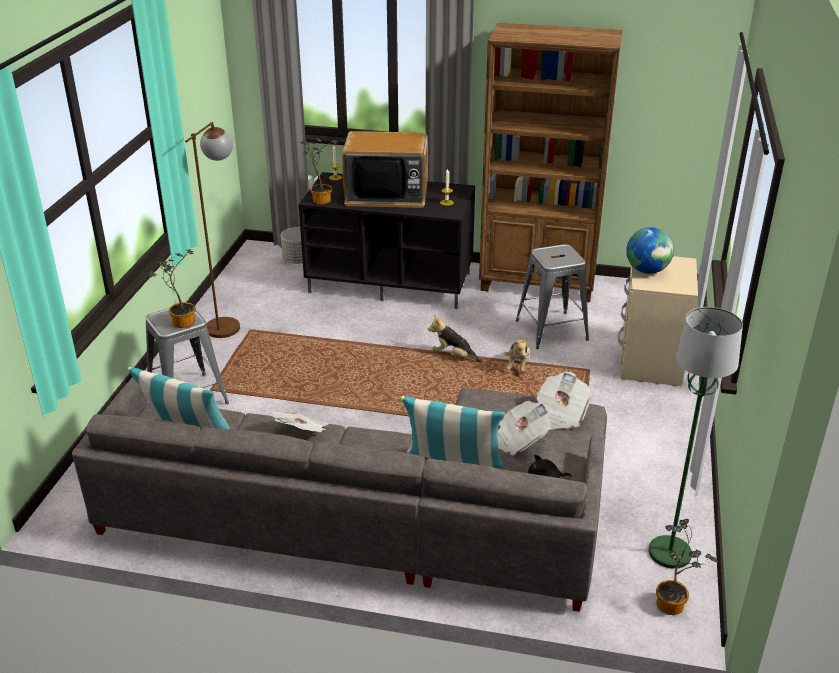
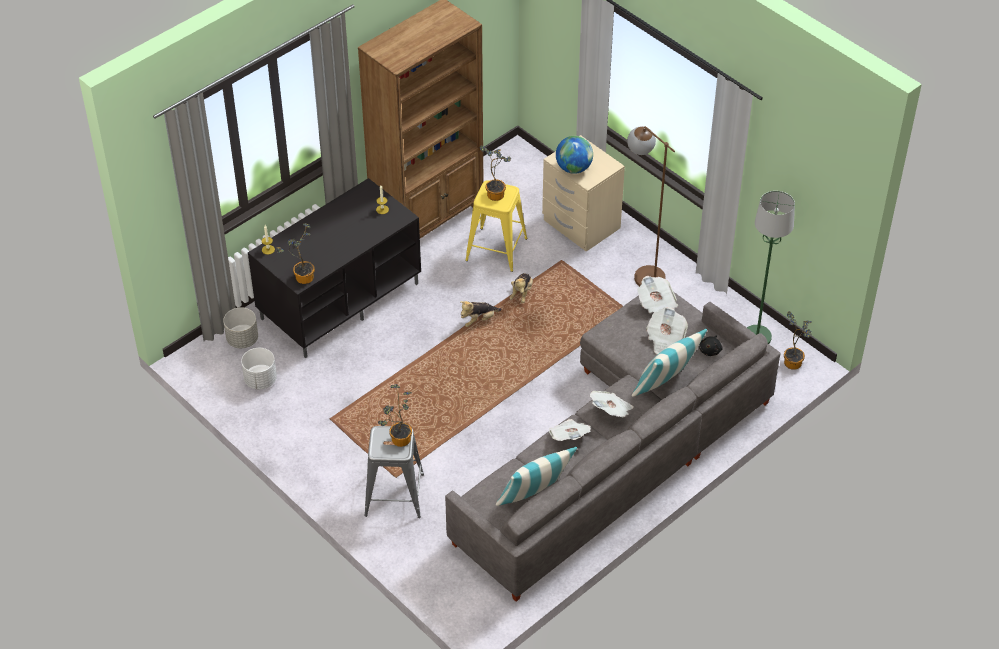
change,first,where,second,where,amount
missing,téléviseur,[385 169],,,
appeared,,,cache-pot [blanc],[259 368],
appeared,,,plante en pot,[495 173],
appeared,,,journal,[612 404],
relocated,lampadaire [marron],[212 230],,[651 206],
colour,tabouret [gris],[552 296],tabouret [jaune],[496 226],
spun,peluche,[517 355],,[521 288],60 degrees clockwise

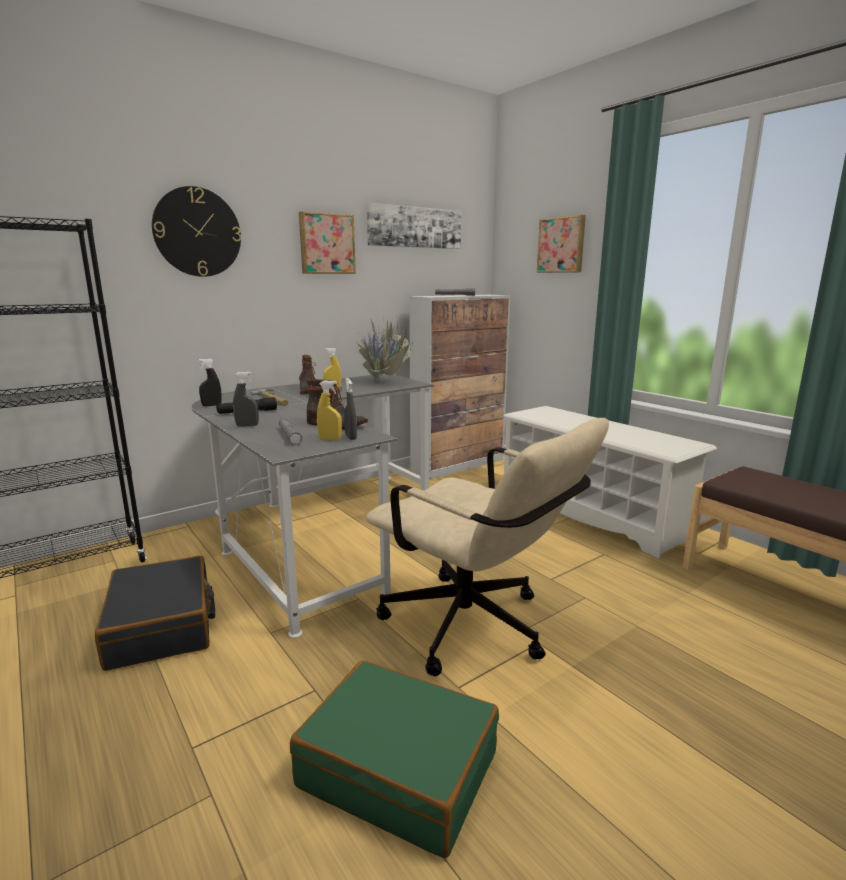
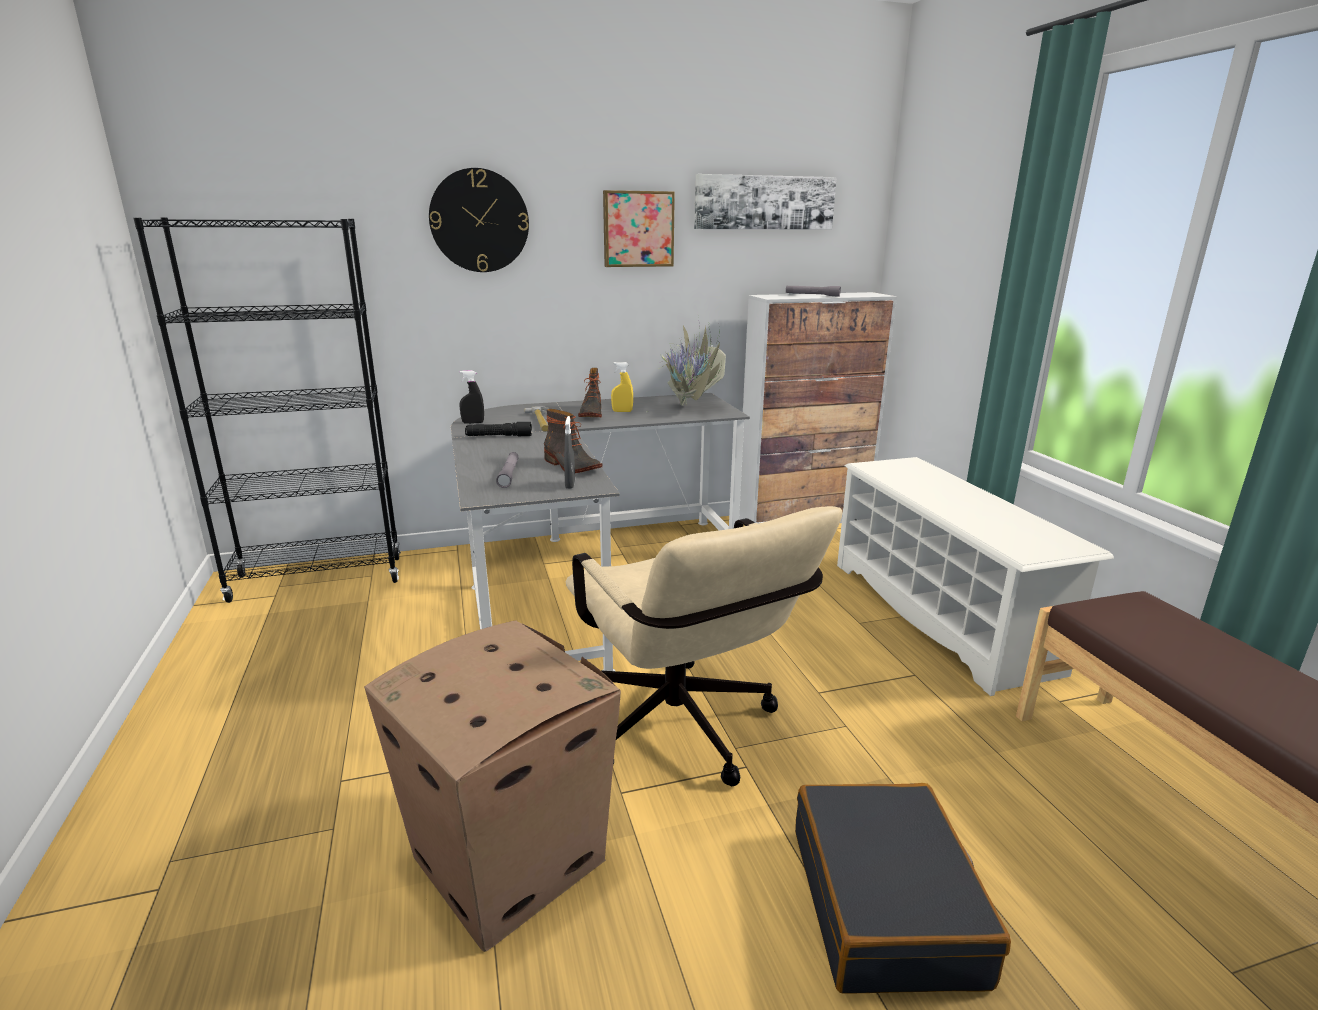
change,first,where,second,where,amount
missing,vaporisateur [gris],[246 399],,,
missing,vaporisateur [jaune],[329 410],,,
missing,tableau,[561 244],,,
relocated,valise [noir],[155 613],,[903 888],
exchanged,valise [vert],[394 759],carton,[492 786],

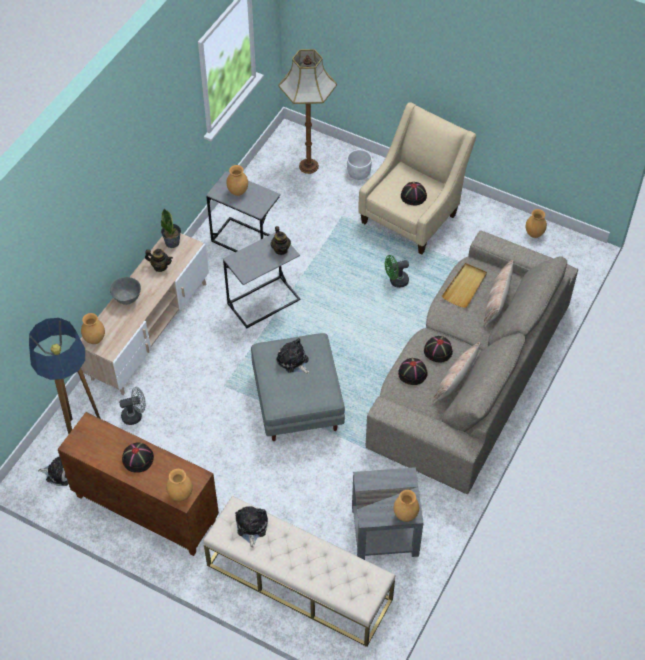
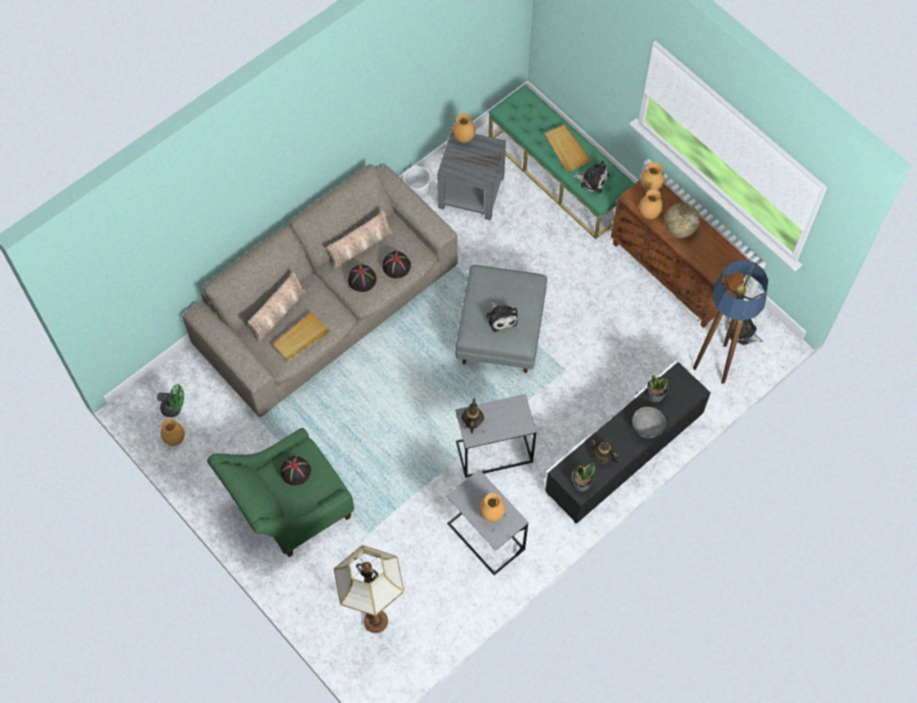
change,first,where,second,where,amount
missing,ventilateur [gris],[132 406],,,
appeared,,,plateau [beige],[567 147],
appeared,,,plante en pot,[658 388],
relocated,vase [marron],[93 328],,[651 204],
relocated,cache-pot [blanc],[359 164],,[417 182],
relocated,ventilateur [vert],[397 271],,[170 400],
exchanged,chapeau [noir],[138 457],globe,[682 220],
colour,meuble télé [beige],[145 314],meuble télé [noir],[627 442],
colour,banc [beige],[299 571],banc [vert],[561 162],
colour,fauteuil [beige],[417 178],fauteuil [vert],[280 492],
spun,peluche,[251 527],,[591 176],90 degrees counterclockwise

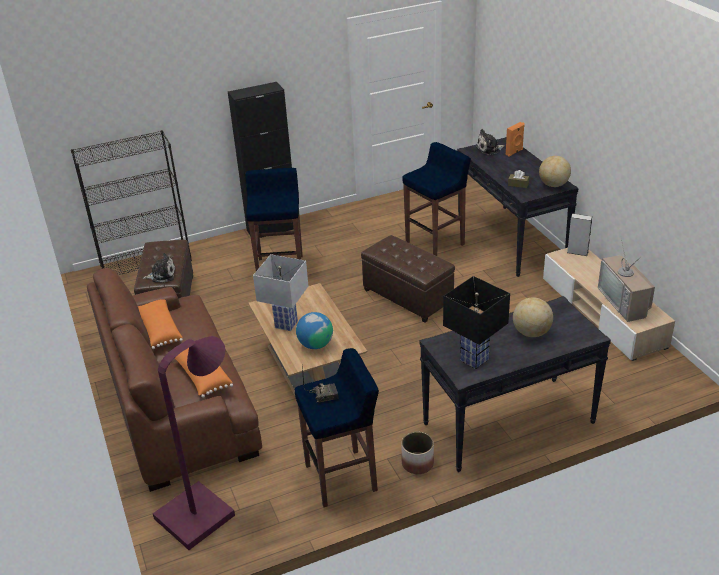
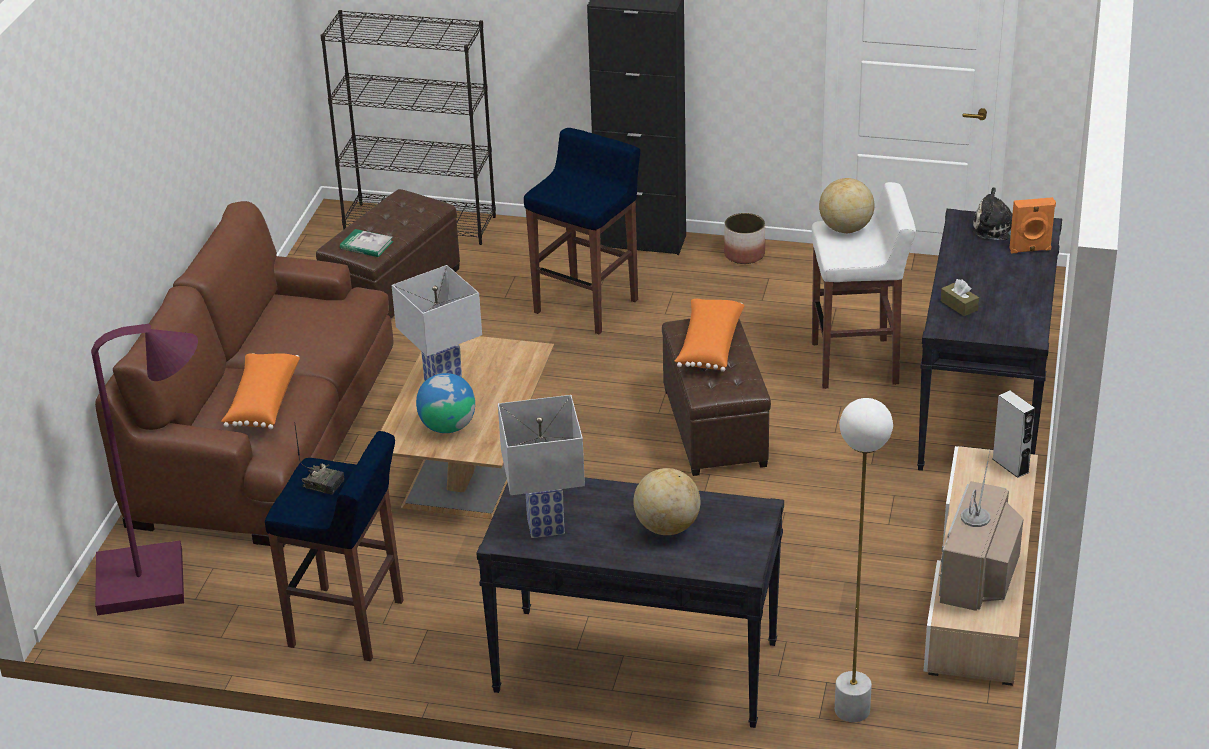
change,first,where,second,where,amount
appeared,,,lampadaire [blanc],[864 560],
relocated,coussin [orange],[160 324],,[709 335],
relocated,cache-pot,[417 453],,[744 238],
relocated,globe,[555 171],,[846 205],
exchanged,peluche,[159 268],livre,[366 243],
colour,tabouret [bleu],[436 199],tabouret [blanc],[864 285],
colour,lampe de table [noir],[476 322],lampe de table [blanc],[541 466],

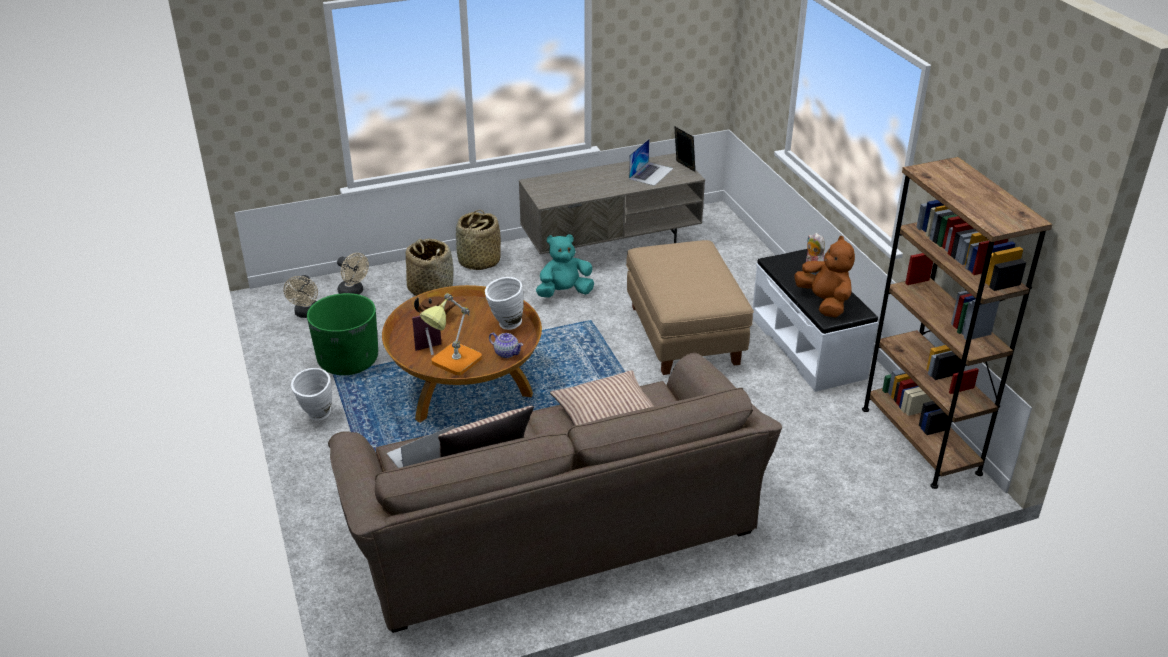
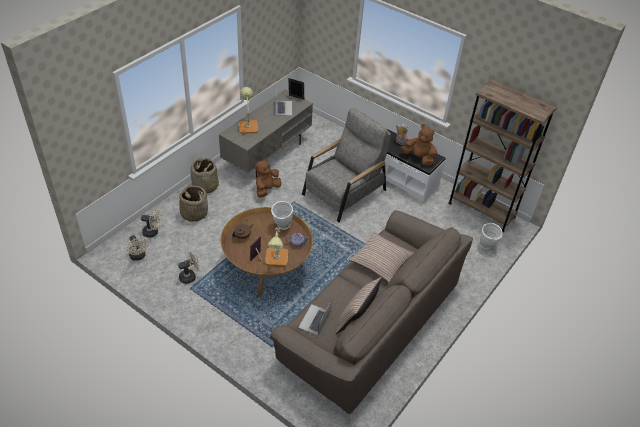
change,first,where,second,where,amount
appeared,,,lampe de table,[248 110],
relocated,vase [blanc],[311 394],,[491 236],
exchanged,cache-pot [vert],[342 334],ventilateur [beige],[189 267],
exchanged,pouf [beige],[690 307],fauteuil [gris],[346 165],
colour,peluche [turquoise],[565 265],peluche [marron],[268 178],

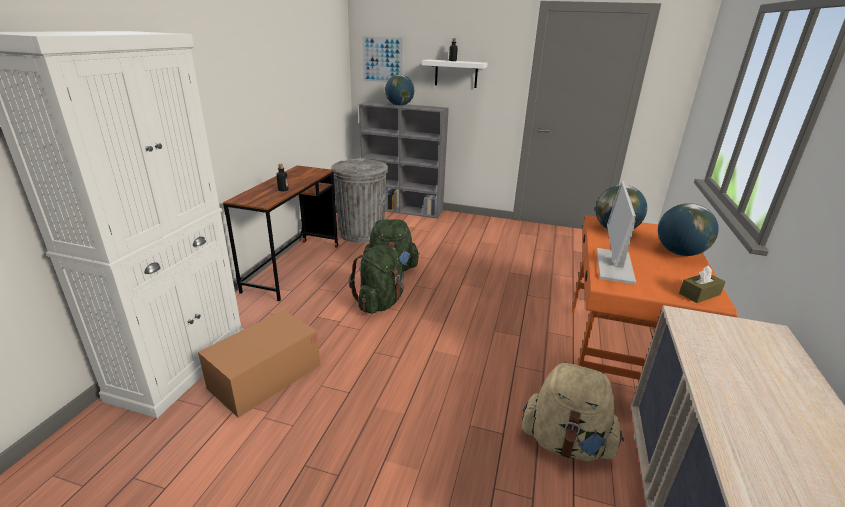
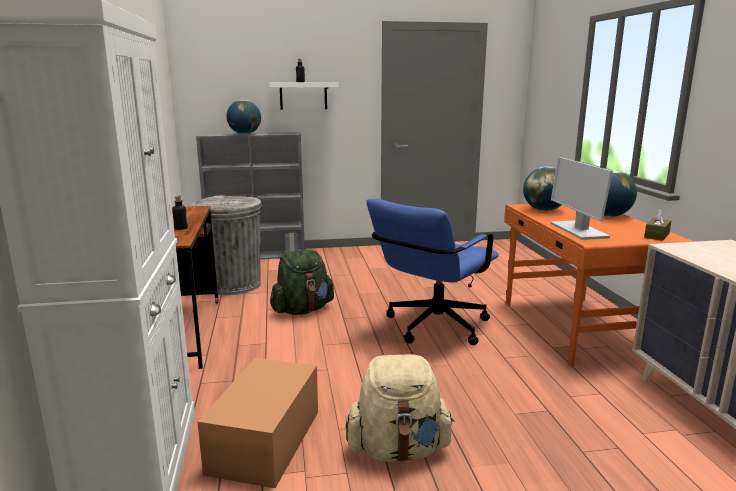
change,first,where,second,where,amount
missing,sac à dos [vert],[376 279],,,
missing,tableau,[382 59],,,
appeared,,,chaise de bureau [bleu],[432 271],
relocated,sac à dos [beige],[573 412],,[400 408],

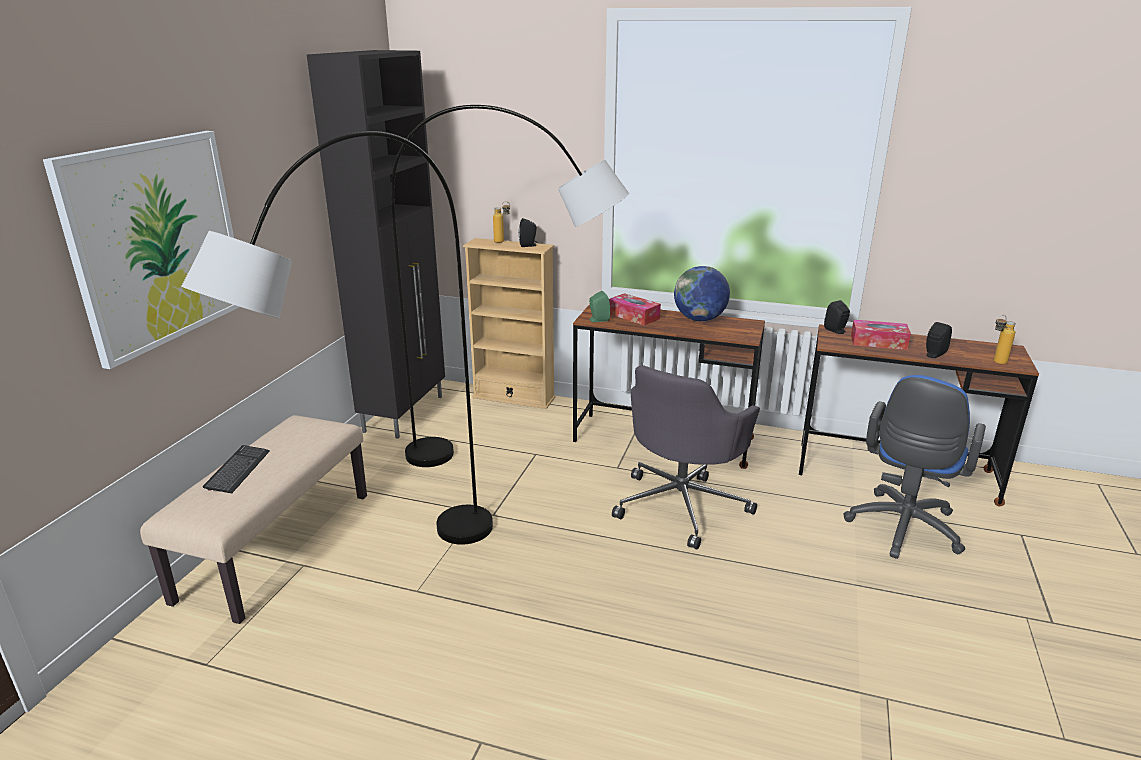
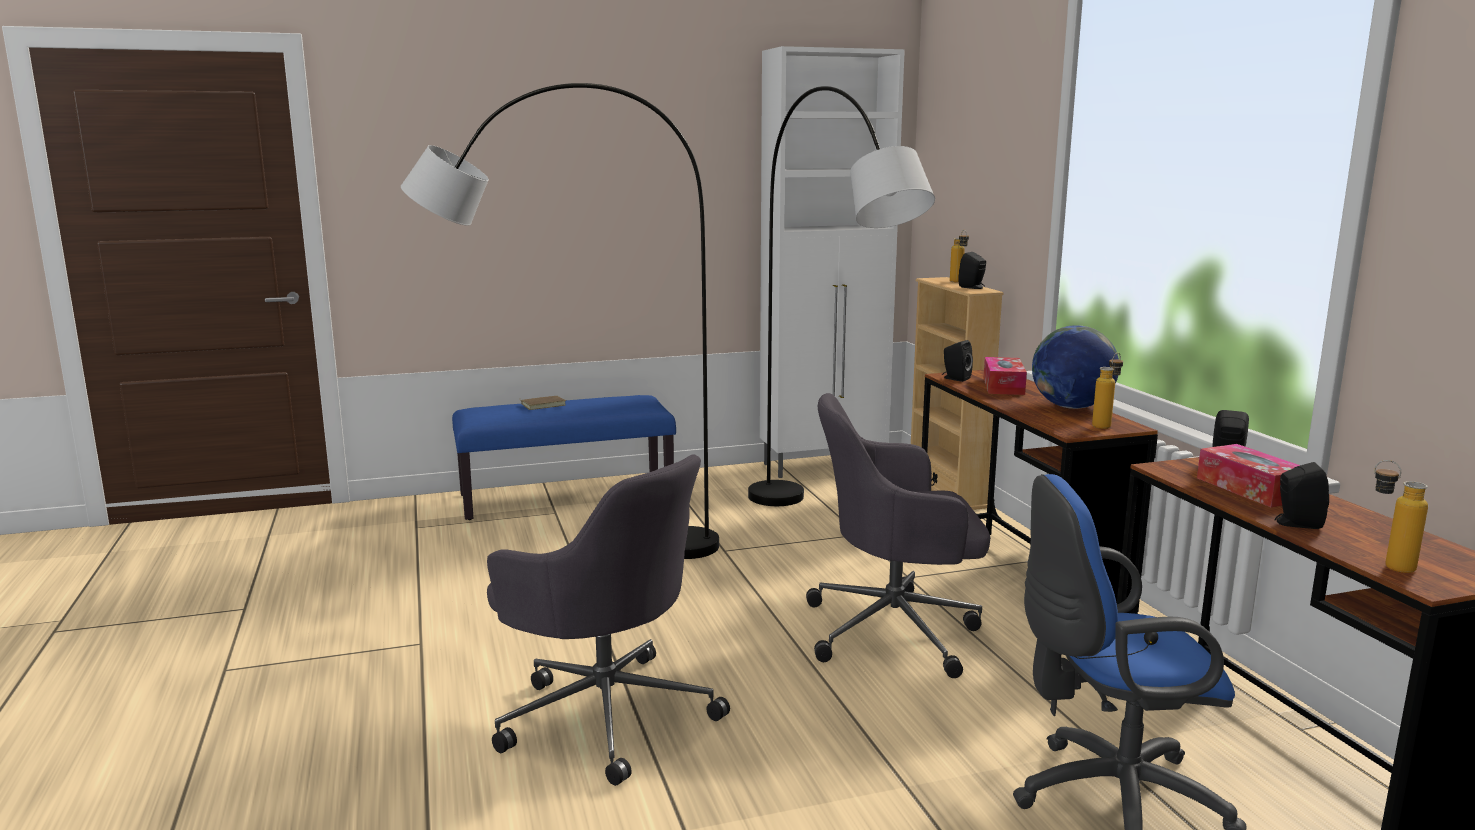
change,first,where,second,where,amount
missing,tableau,[141 250],,,
appeared,,,chaise de bureau [gris],[608 620],
appeared,,,bouteille,[1107 391],
exchanged,clavier,[236 469],livre [marron],[543 403],
colour,banc [beige],[253 519],banc [bleu],[564 457],
colour,meuble de rangement [noir],[376 244],meuble de rangement [blanc],[832 262],
colour,enceinte [vert],[599 306],enceinte [noir],[957 361],

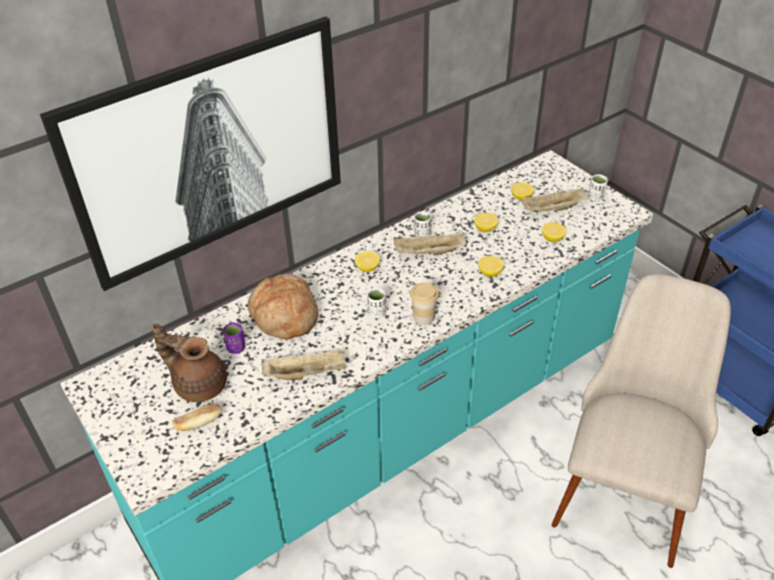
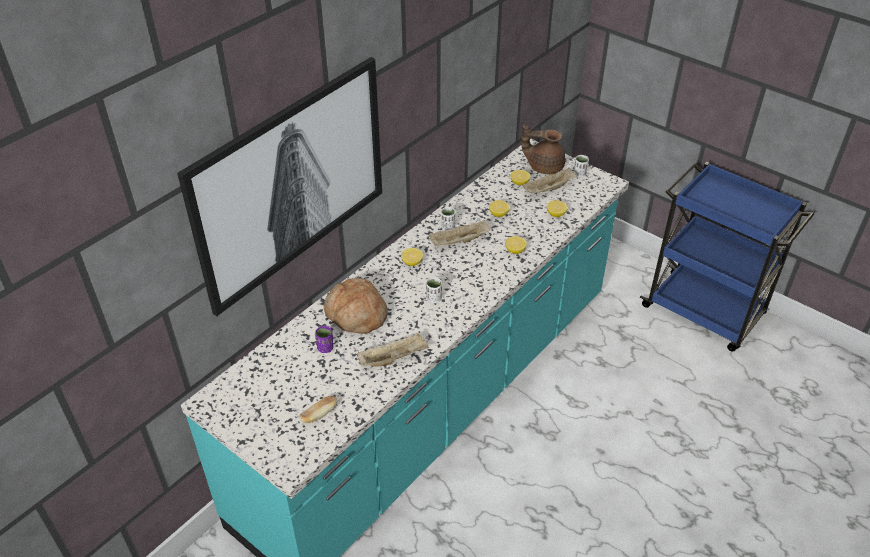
change,first,where,second,where,amount
missing,tasse,[424 303],,,
missing,chaise [beige],[641 421],,,
relocated,théière [marron],[189 363],,[543 149],

